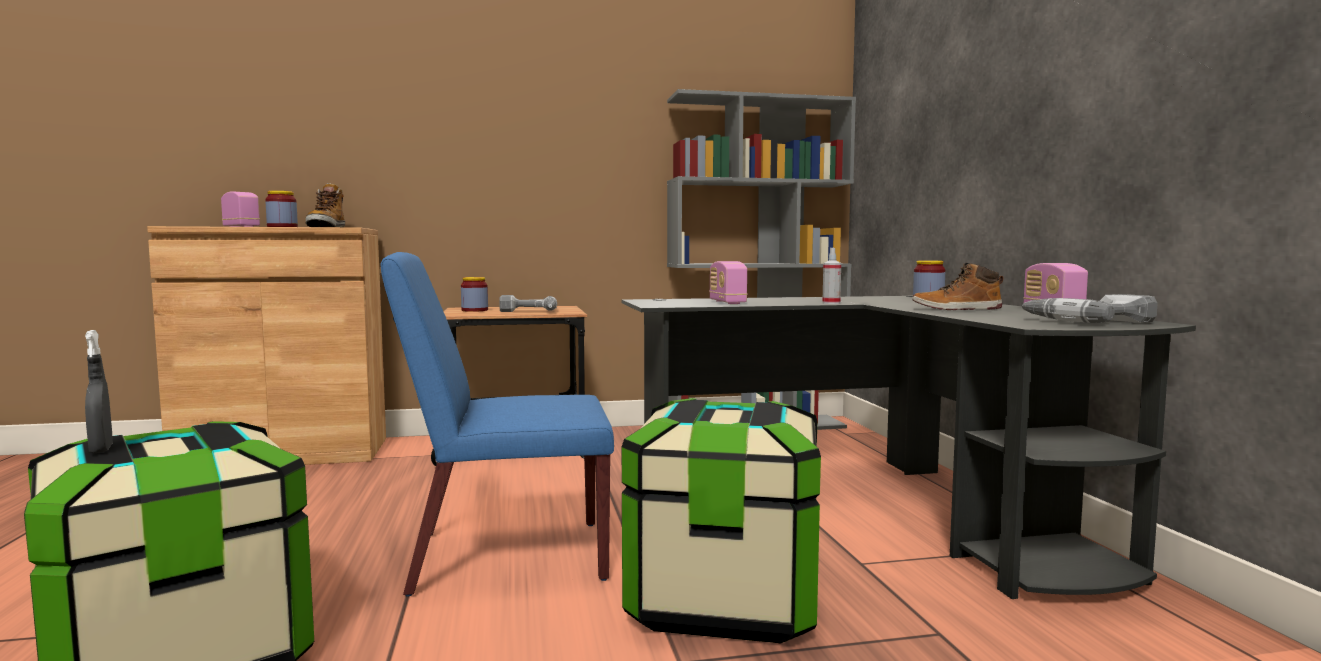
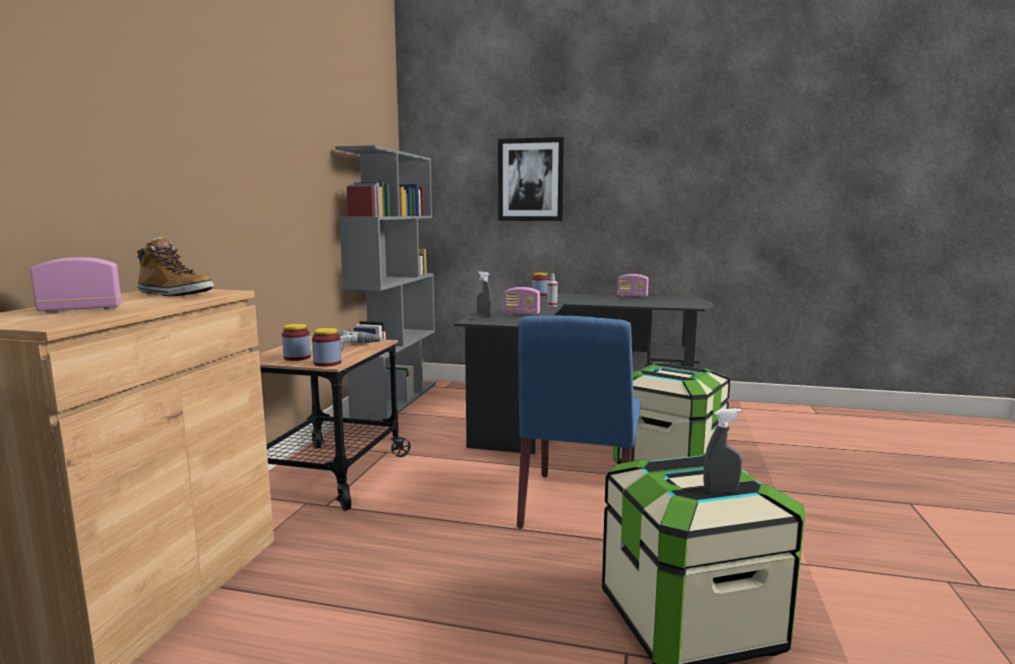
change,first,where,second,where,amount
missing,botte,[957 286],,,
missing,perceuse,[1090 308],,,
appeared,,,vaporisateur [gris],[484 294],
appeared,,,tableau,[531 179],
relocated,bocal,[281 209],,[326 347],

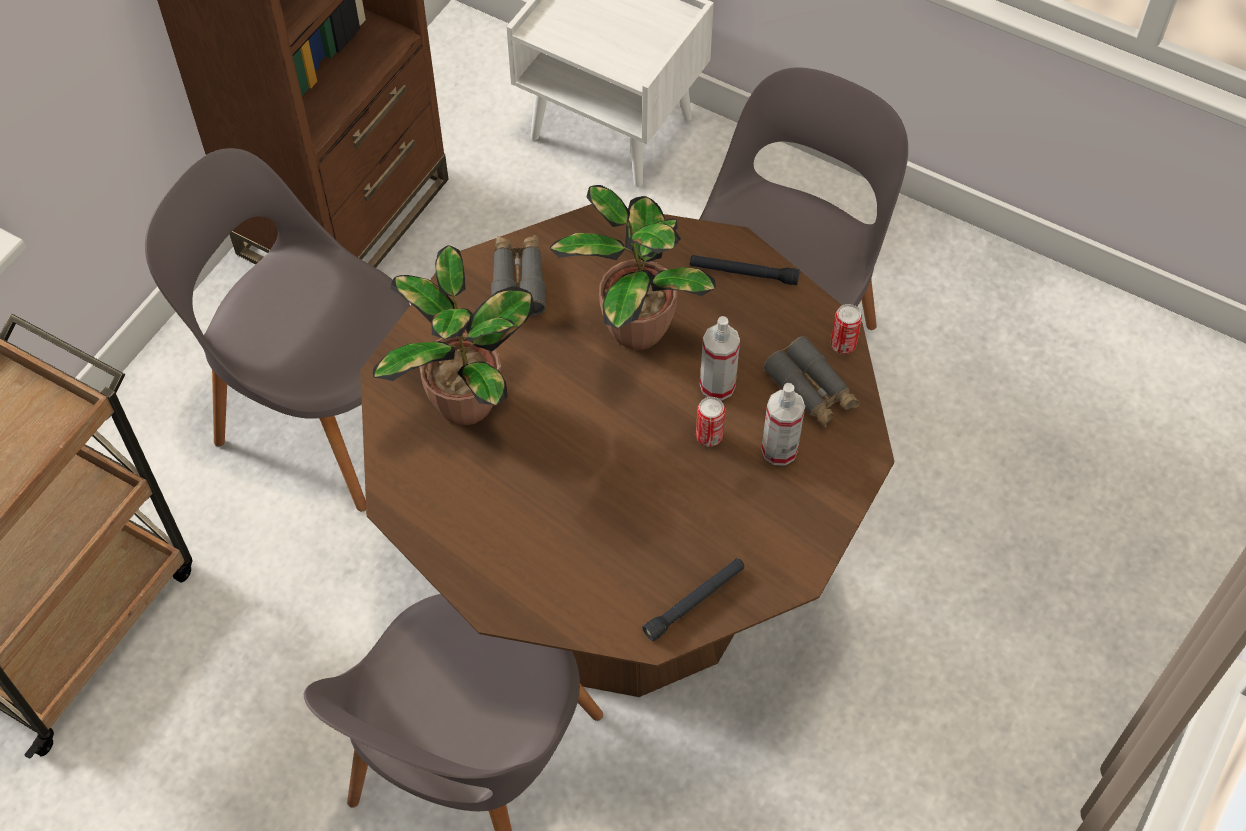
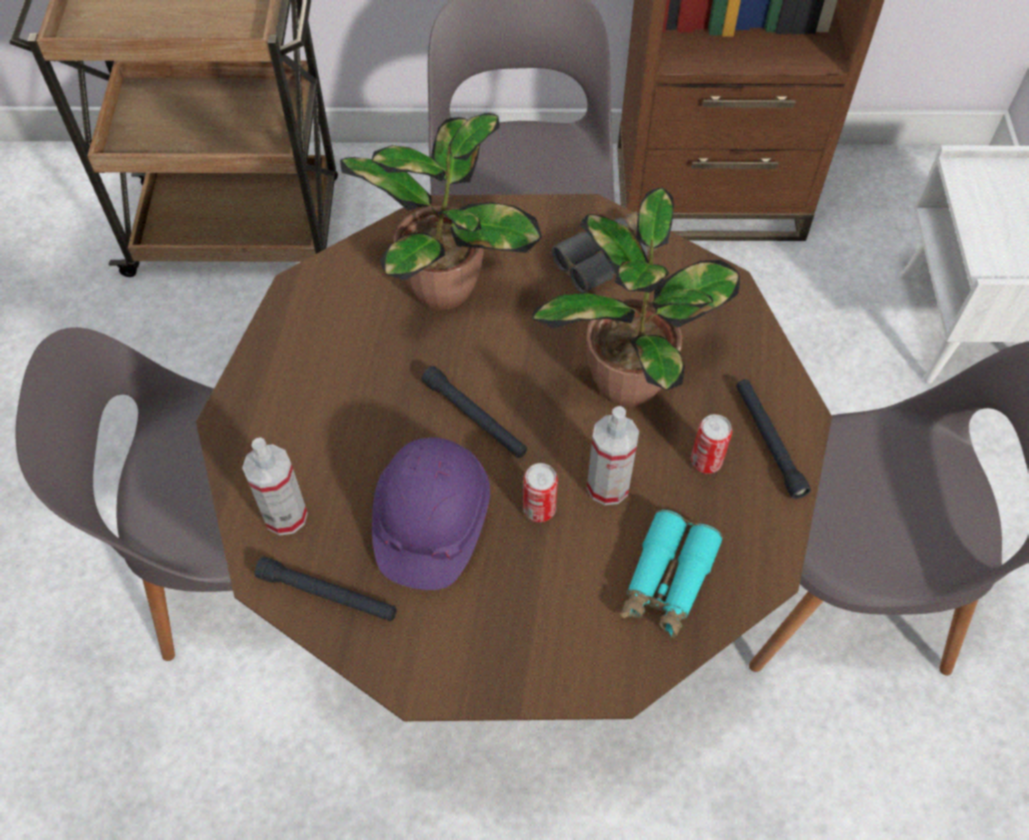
change,first,where,second,where,amount
appeared,,,casque de chantier [violet],[431 513],
appeared,,,lampe de poche [noir],[474 412],
relocated,vaporisateur,[783 424],,[275 486],
relocated,boîte métallique,[846 329],,[711 444],
colour,jumelles [gris],[811 382],jumelles [turquoise],[671 574],

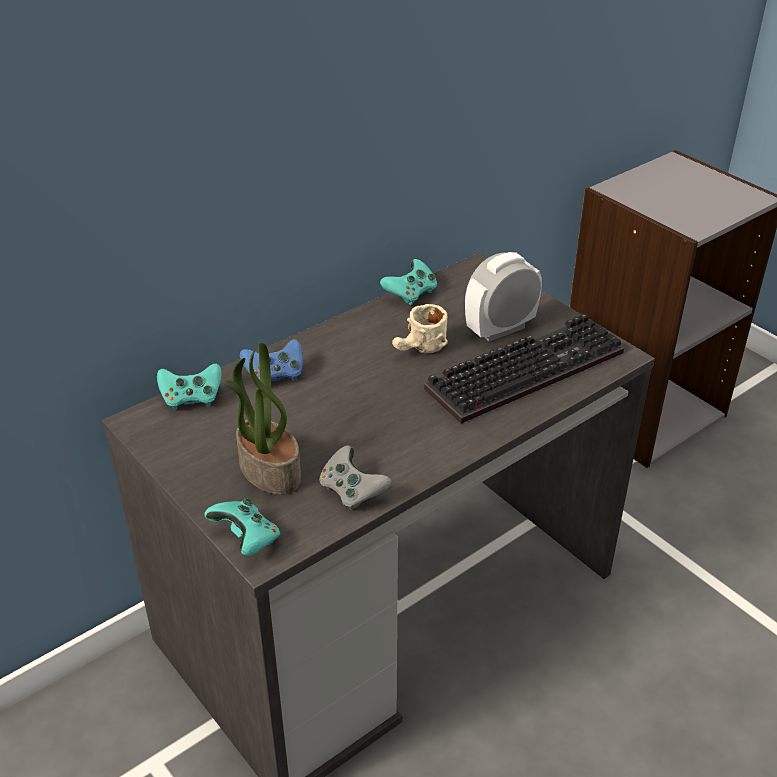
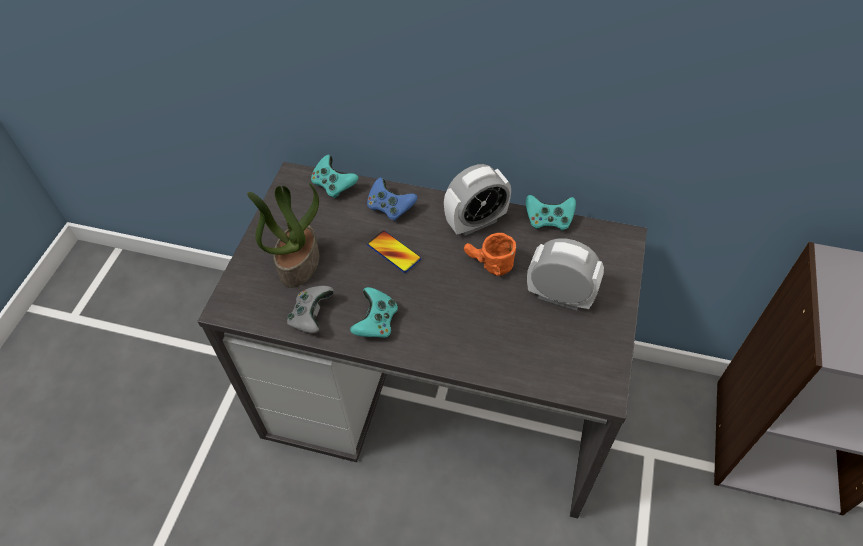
change,first,where,second,where,amount
missing,clavier,[524 369],,,
appeared,,,téléphone,[394 251],
appeared,,,réveil,[477 200],
relocated,manette [turquoise],[242 527],,[374 312],
colour,mug [beige],[420 328],mug [orange],[490 254],

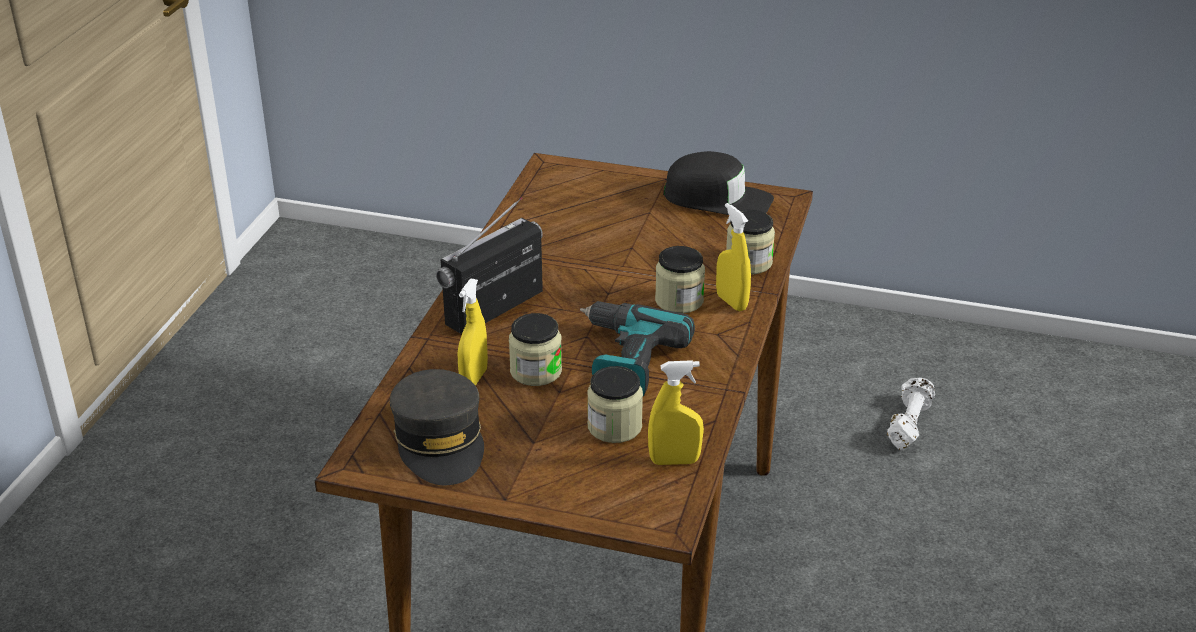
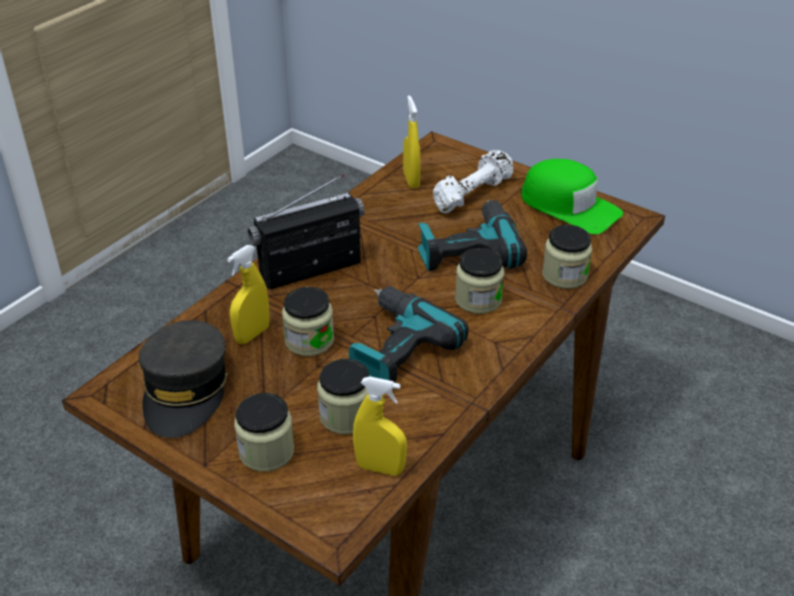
change,first,where,second,where,amount
appeared,,,bocal,[264 432],
appeared,,,perceuse,[472 235],
relocated,vaporisateur [jaune],[733 257],,[411 141],
relocated,haltère [blanc],[911 414],,[473 182],
colour,casquette [noir],[718 183],casquette [vert],[572 196],

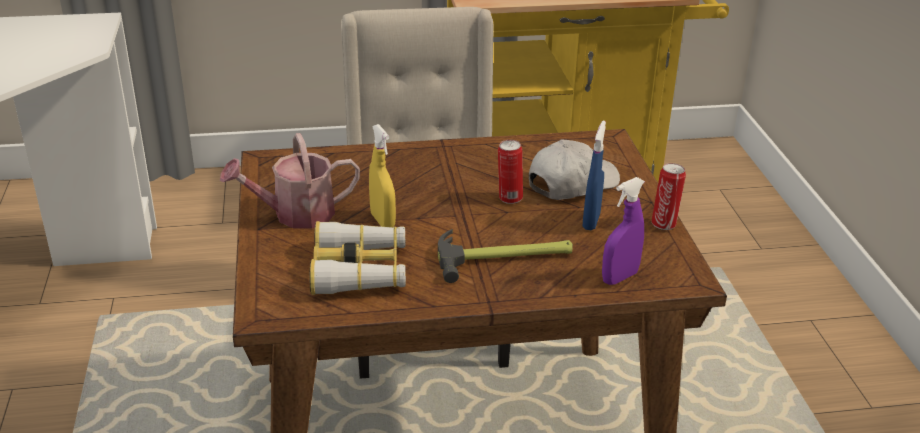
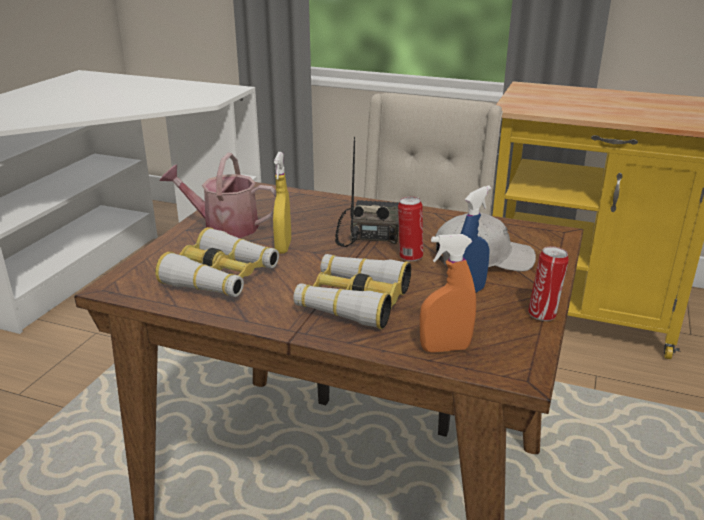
change,first,where,second,where,amount
appeared,,,radio,[367 192],
exchanged,marteau,[505 256],jumelles,[352 291],
colour,vaporisateur [violet],[623 231],vaporisateur [orange],[448 293],

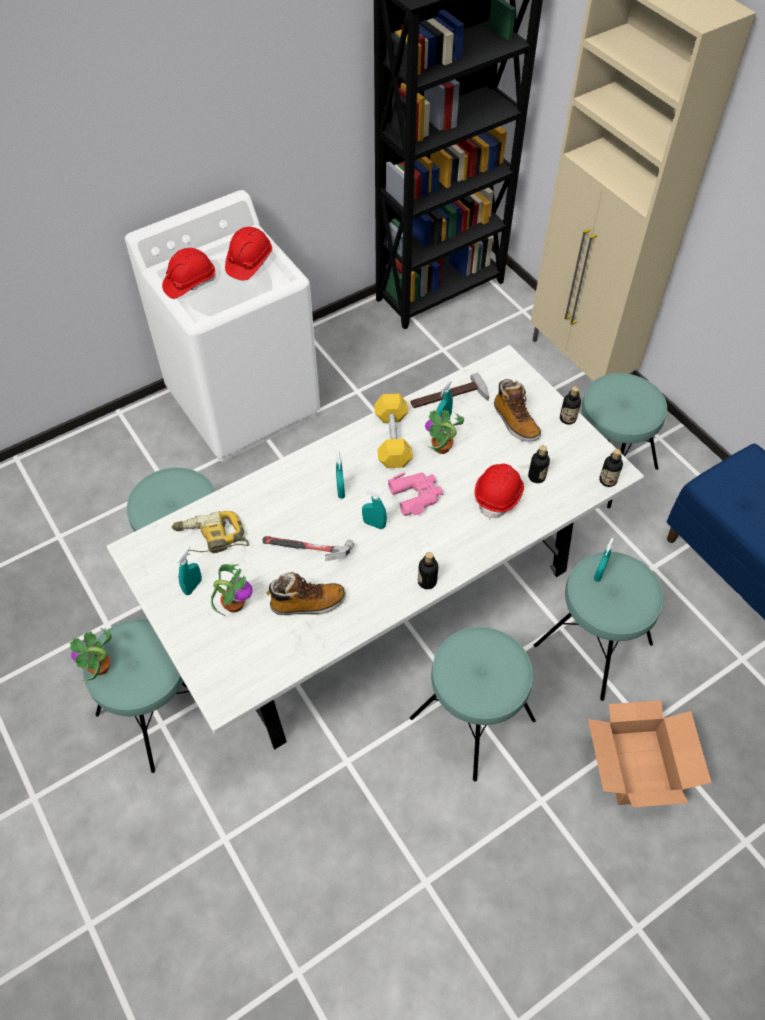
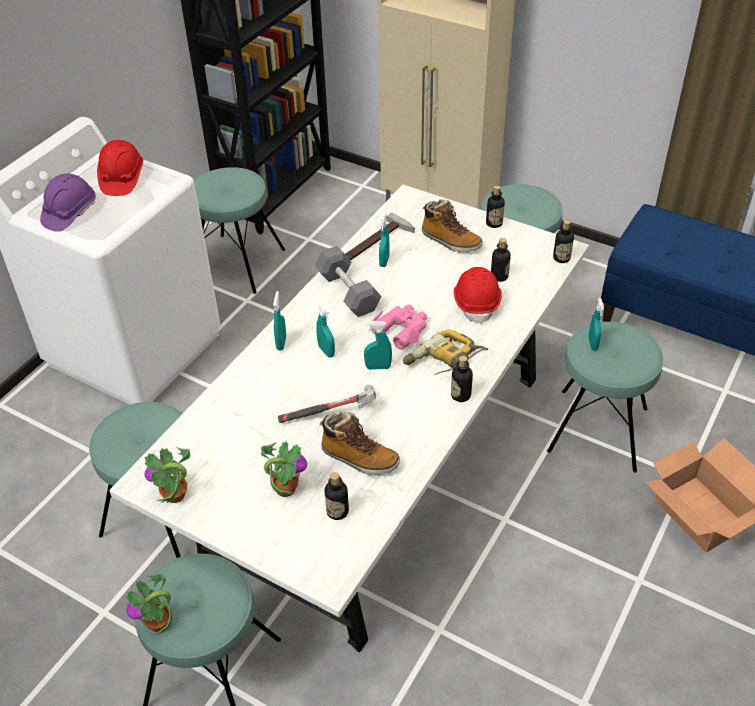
change,first,where,second,where,amount
appeared,,,bouteille,[337 496],
relocated,perceuse,[210 532],,[445 352],
relocated,vaporisateur [turquoise],[189 570],,[279 320],
relocated,tabouret [turquoise],[473 704],,[239 230],
relocated,plante en pot,[444 432],,[167 475],
colour,casque de chantier [rouge],[189 273],casque de chantier [violet],[68 202],
colour,haltère [jaune],[393 431],haltère [gris],[348 281],
spun,botte,[306 593],,[360 443],60 degrees clockwise

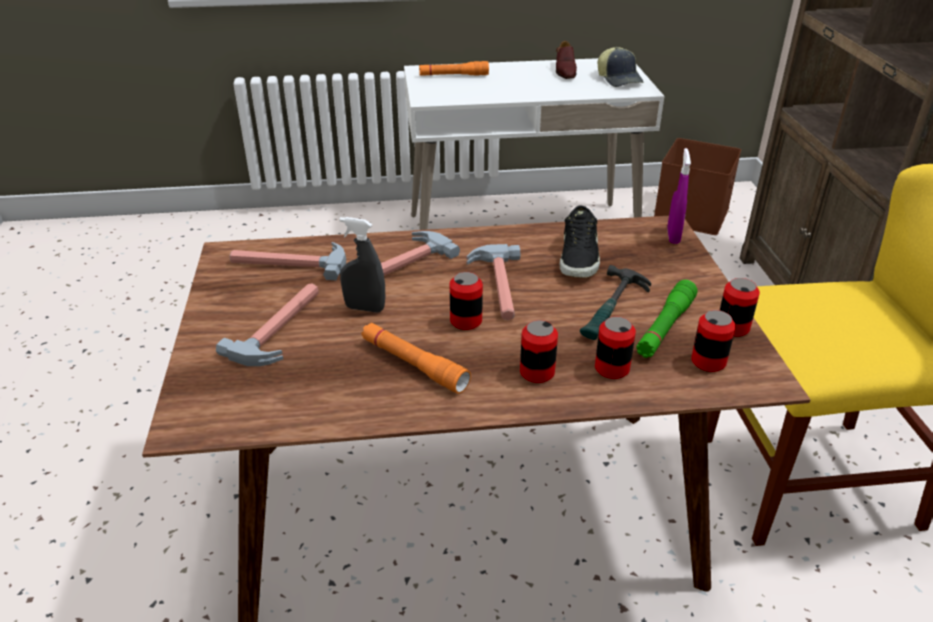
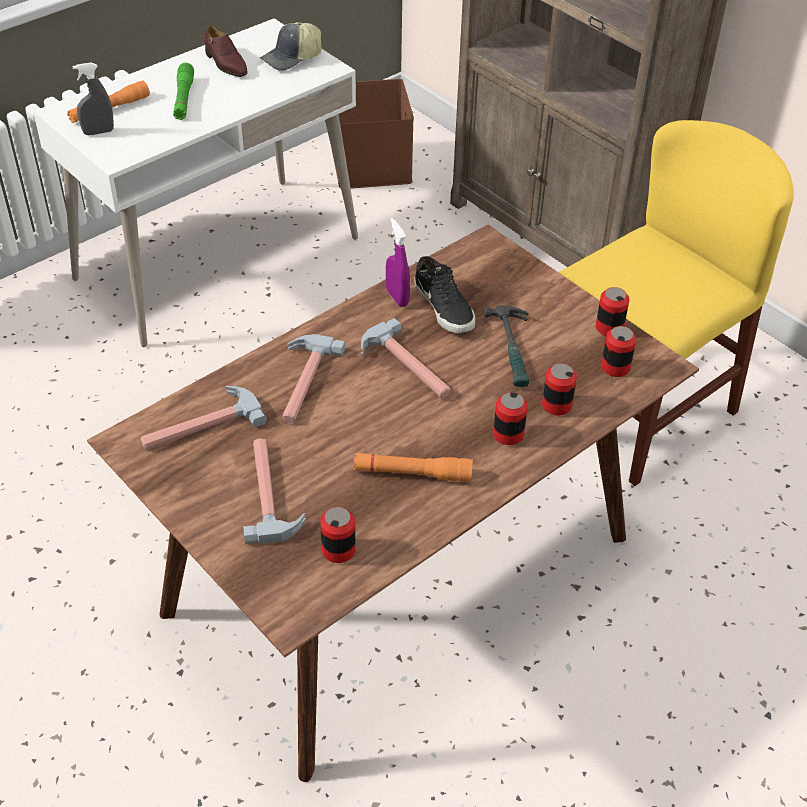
change,first,where,second,where,amount
relocated,vaporisateur [gris],[362 265],,[93 98],
relocated,boîte métallique,[466 301],,[338 535],
relocated,lampe de poche [vert],[667 319],,[183 91],
relocated,vaporisateur [violet],[679 196],,[398 262],
spun,casquette,[620 67],,[291 46],105 degrees clockwise

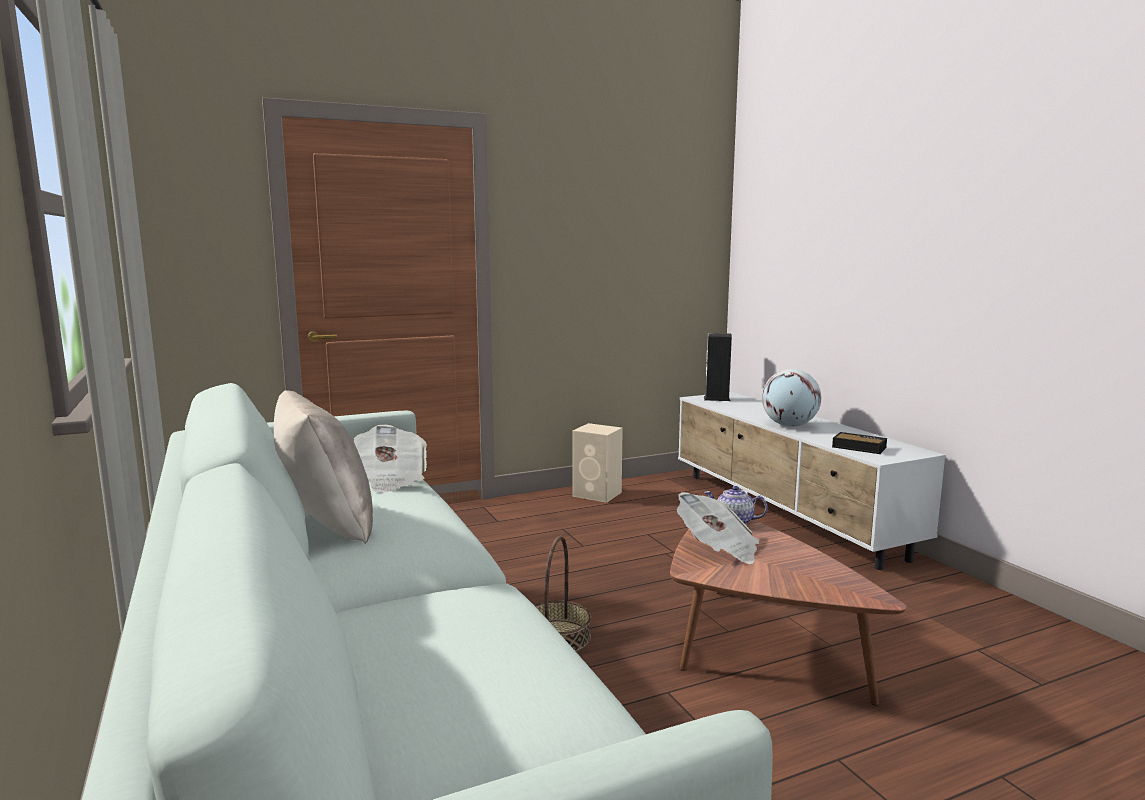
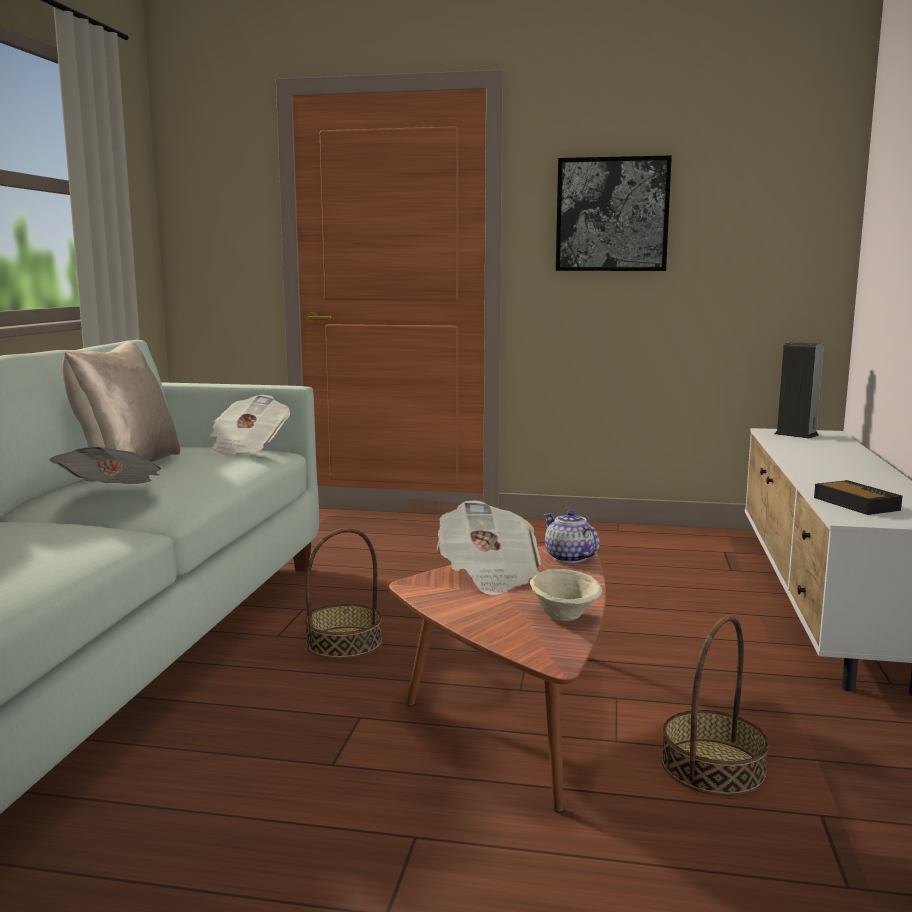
change,first,where,second,where,amount
missing,enceinte [beige],[597 463],,,
missing,globe,[791 398],,,
appeared,,,journal,[104 465],
appeared,,,bol [beige],[566 595],
appeared,,,tableau,[614 213],
appeared,,,panier,[715 706],

